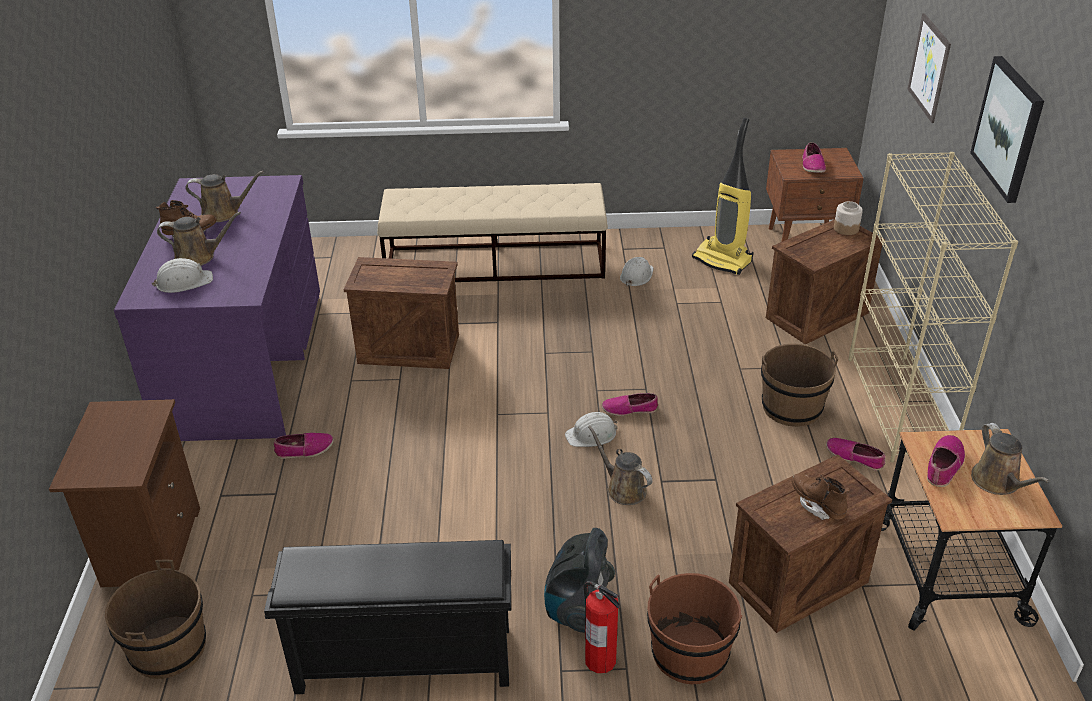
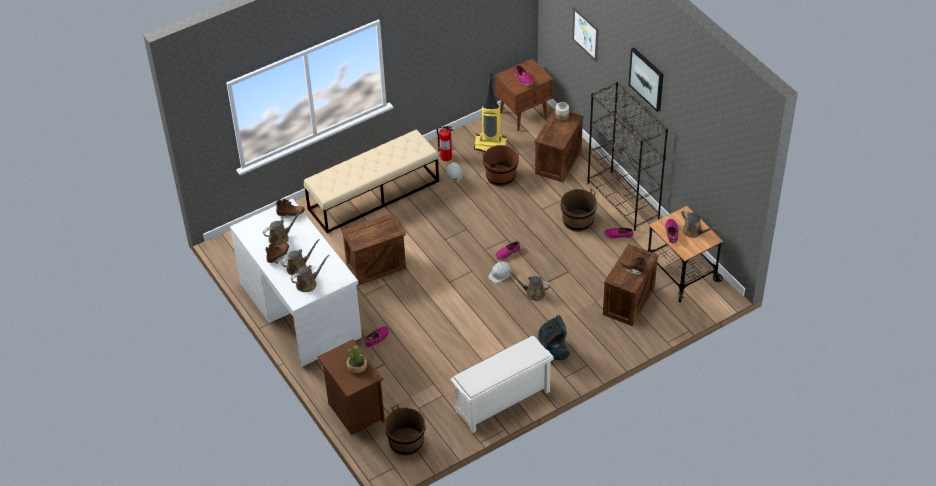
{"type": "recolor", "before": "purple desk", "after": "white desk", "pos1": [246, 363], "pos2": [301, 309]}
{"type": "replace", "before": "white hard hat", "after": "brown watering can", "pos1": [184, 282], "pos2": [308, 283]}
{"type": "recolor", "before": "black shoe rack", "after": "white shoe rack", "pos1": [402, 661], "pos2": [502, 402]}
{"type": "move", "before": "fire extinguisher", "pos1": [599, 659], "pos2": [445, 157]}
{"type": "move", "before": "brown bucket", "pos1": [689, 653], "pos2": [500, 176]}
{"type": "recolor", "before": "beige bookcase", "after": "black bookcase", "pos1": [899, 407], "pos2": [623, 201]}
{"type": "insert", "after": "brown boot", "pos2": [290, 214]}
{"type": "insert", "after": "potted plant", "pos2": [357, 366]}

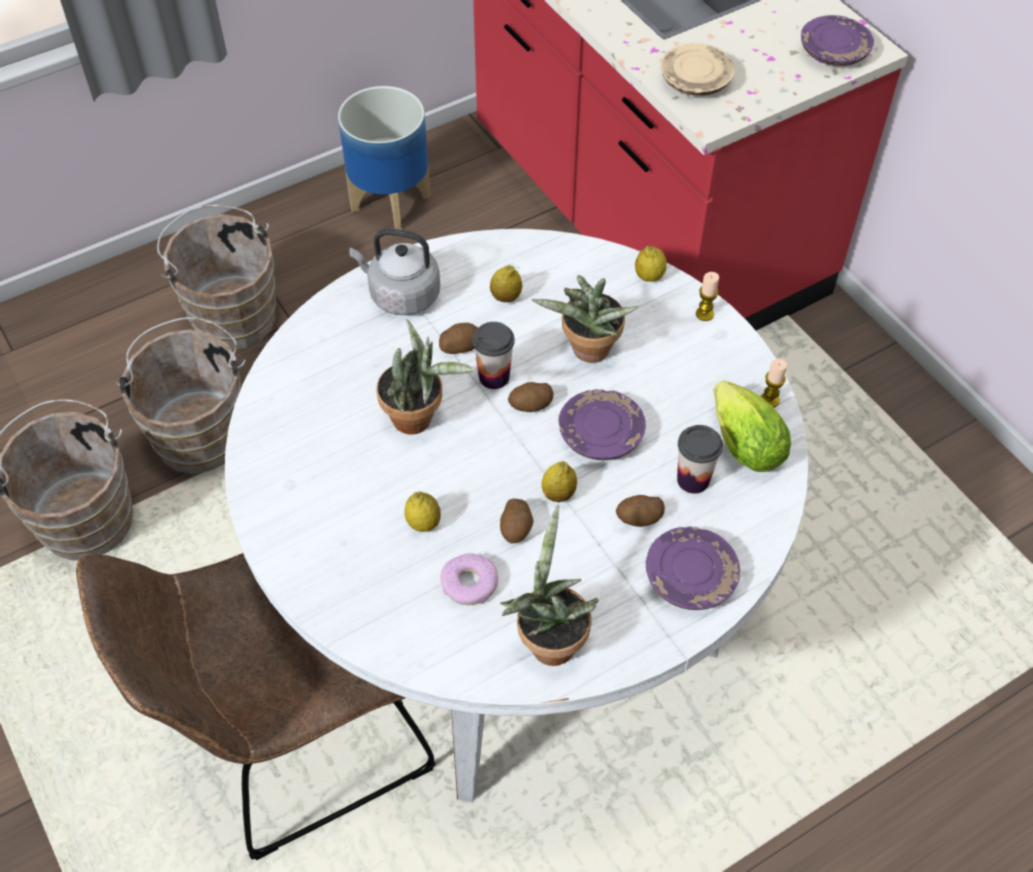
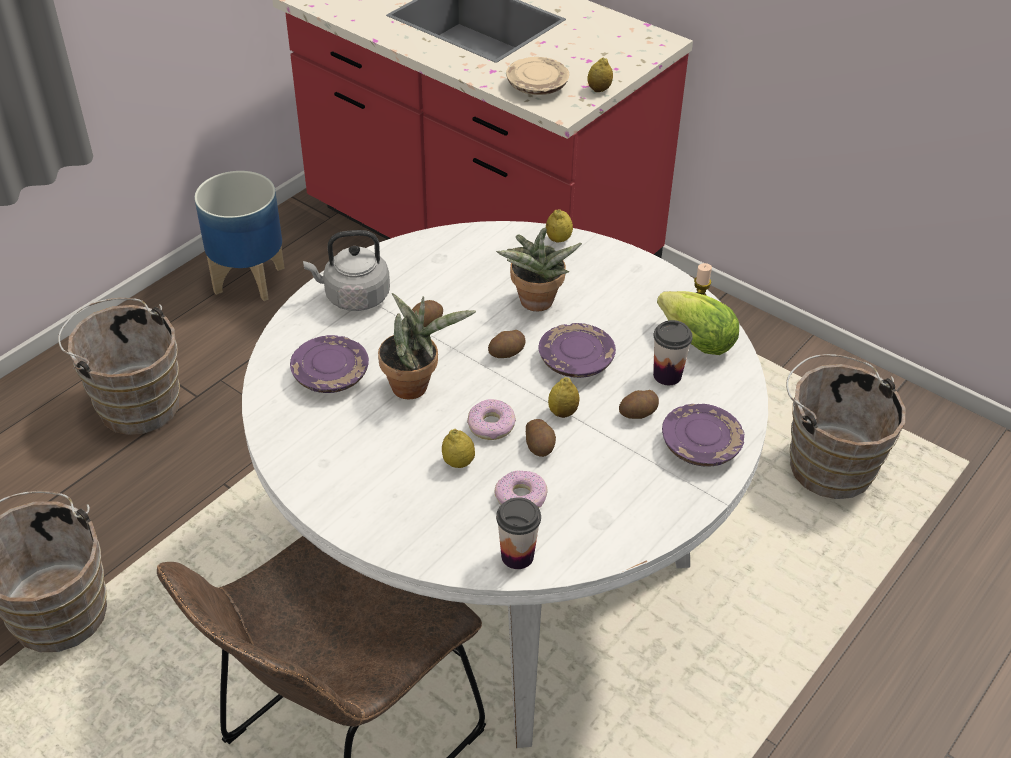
{"type": "move", "before": "brown bucket", "pos1": [201, 432], "pos2": [826, 464]}
{"type": "move", "before": "cup", "pos1": [494, 377], "pos2": [517, 556]}
{"type": "move", "before": "lemon", "pos1": [506, 297], "pos2": [599, 89]}
{"type": "delete", "before": "potted plant", "pos1": [549, 640]}
{"type": "delete", "before": "candle", "pos1": [704, 314]}
{"type": "move", "before": "purple plate", "pos1": [834, 52], "pos2": [331, 375]}
{"type": "insert", "after": "donut", "pos2": [491, 425]}

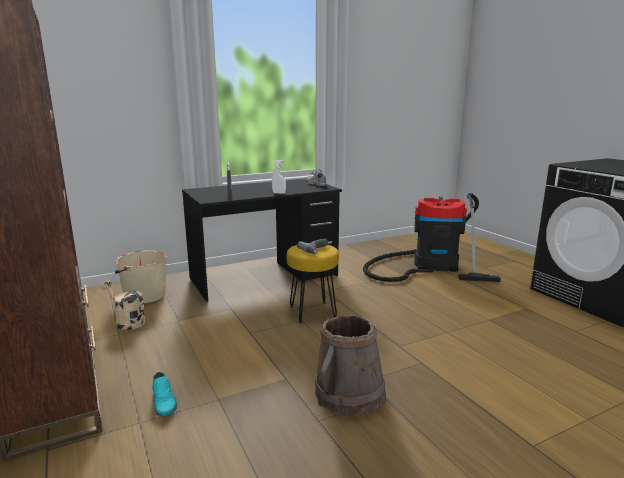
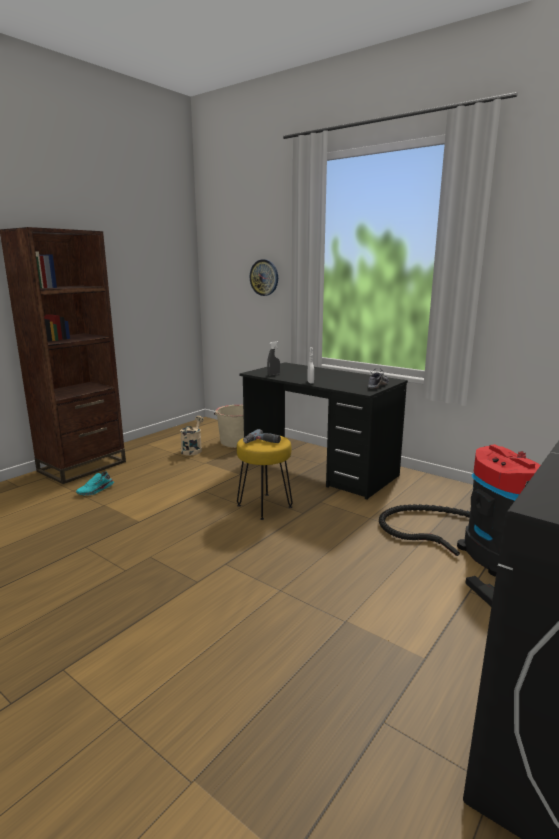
{"type": "delete", "before": "brown bucket", "pos1": [349, 395]}
{"type": "insert", "after": "wall clock", "pos2": [264, 277]}

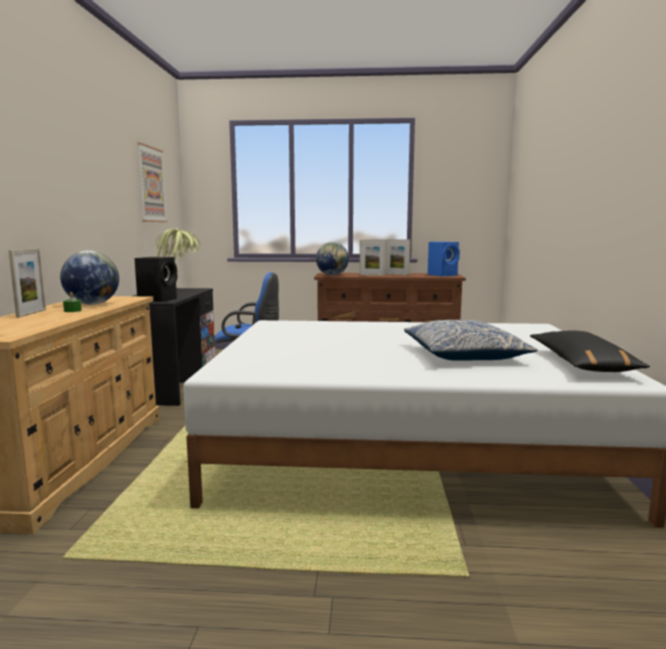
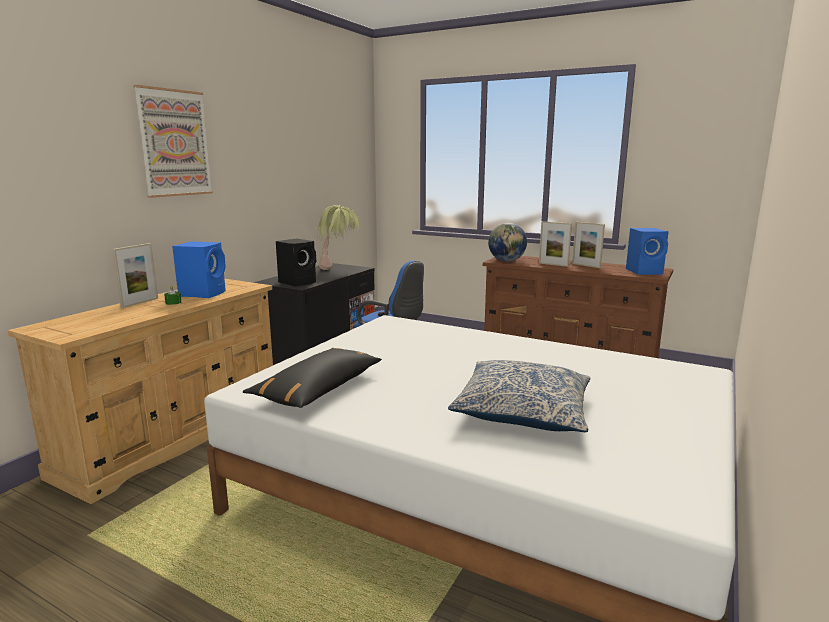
{"type": "replace", "before": "globe", "after": "blue speaker", "pos1": [92, 304], "pos2": [204, 293]}
{"type": "move", "before": "picture", "pos1": [151, 185], "pos2": [174, 143]}
{"type": "move", "before": "black pillow", "pos1": [581, 364], "pos2": [319, 389]}

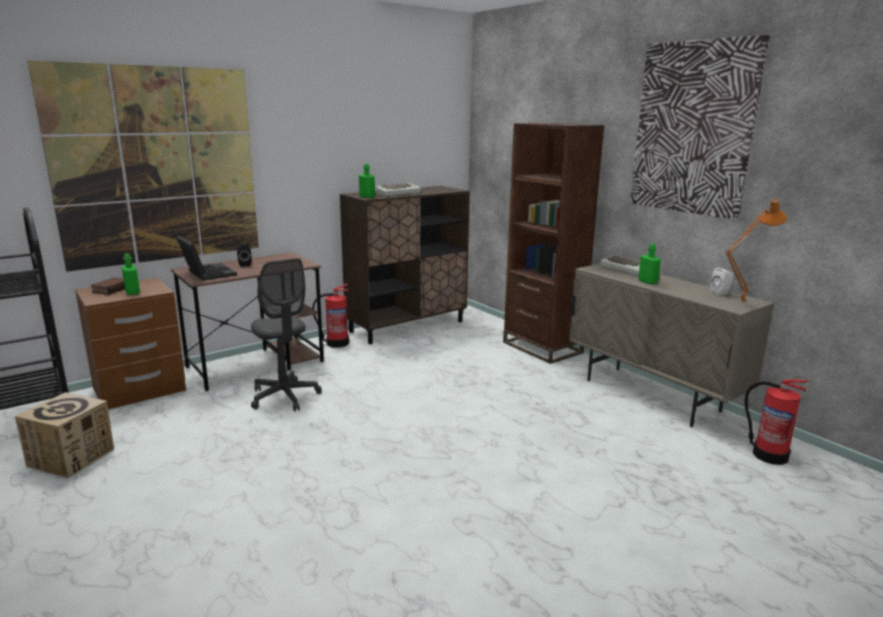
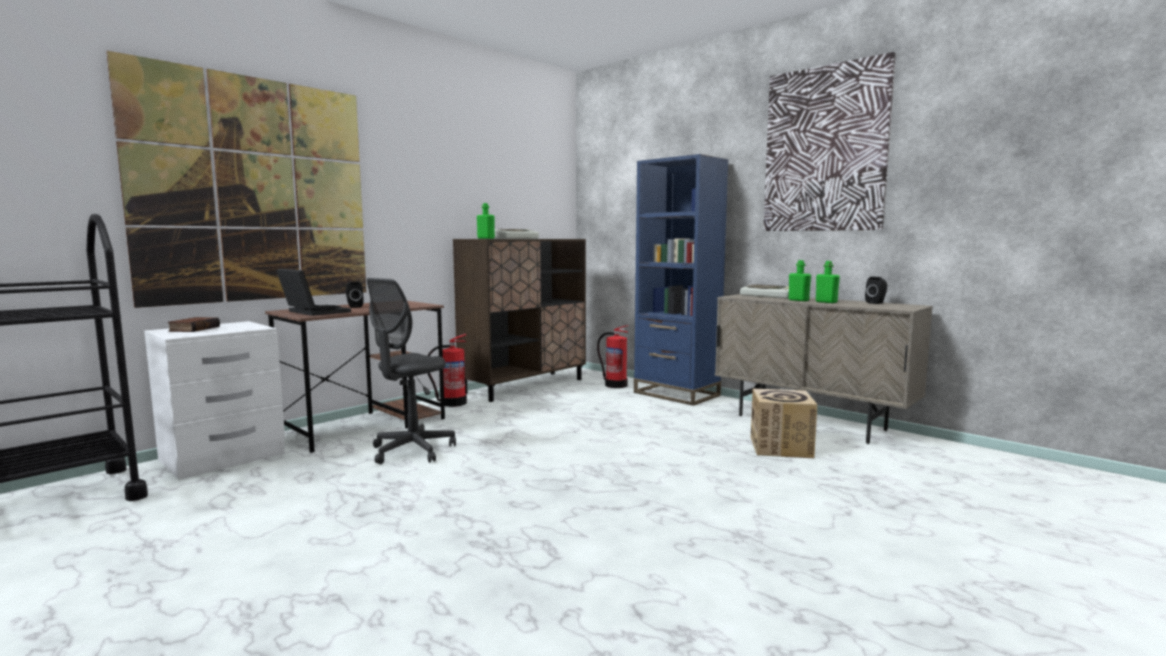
{"type": "move", "before": "cardboard box", "pos1": [72, 457], "pos2": [780, 447]}
{"type": "recolor", "before": "brown nightstand", "after": "white nightstand", "pos1": [140, 390], "pos2": [223, 457]}
{"type": "move", "before": "green bottle", "pos1": [132, 292], "pos2": [826, 302]}
{"type": "rotate", "before": "grey office chair", "pos1": [284, 397], "pos2": [412, 451], "turn": 75}
{"type": "recolor", "before": "brown bookcase", "after": "blue bookcase", "pos1": [542, 347], "pos2": [676, 394]}
{"type": "recolor", "before": "white speaker", "after": "black speaker", "pos1": [721, 293], "pos2": [876, 303]}
{"type": "delete", "before": "orange table lamp", "pos1": [740, 303]}
{"type": "move", "before": "fire extinguisher", "pos1": [769, 455], "pos2": [615, 385]}

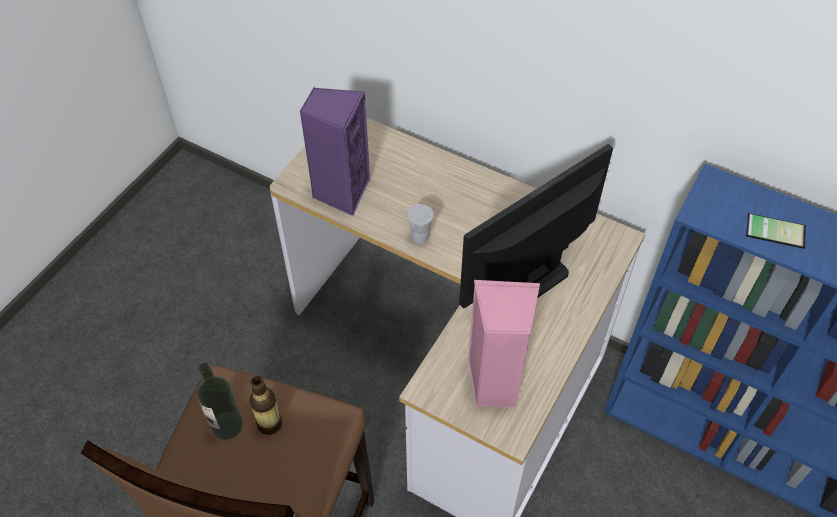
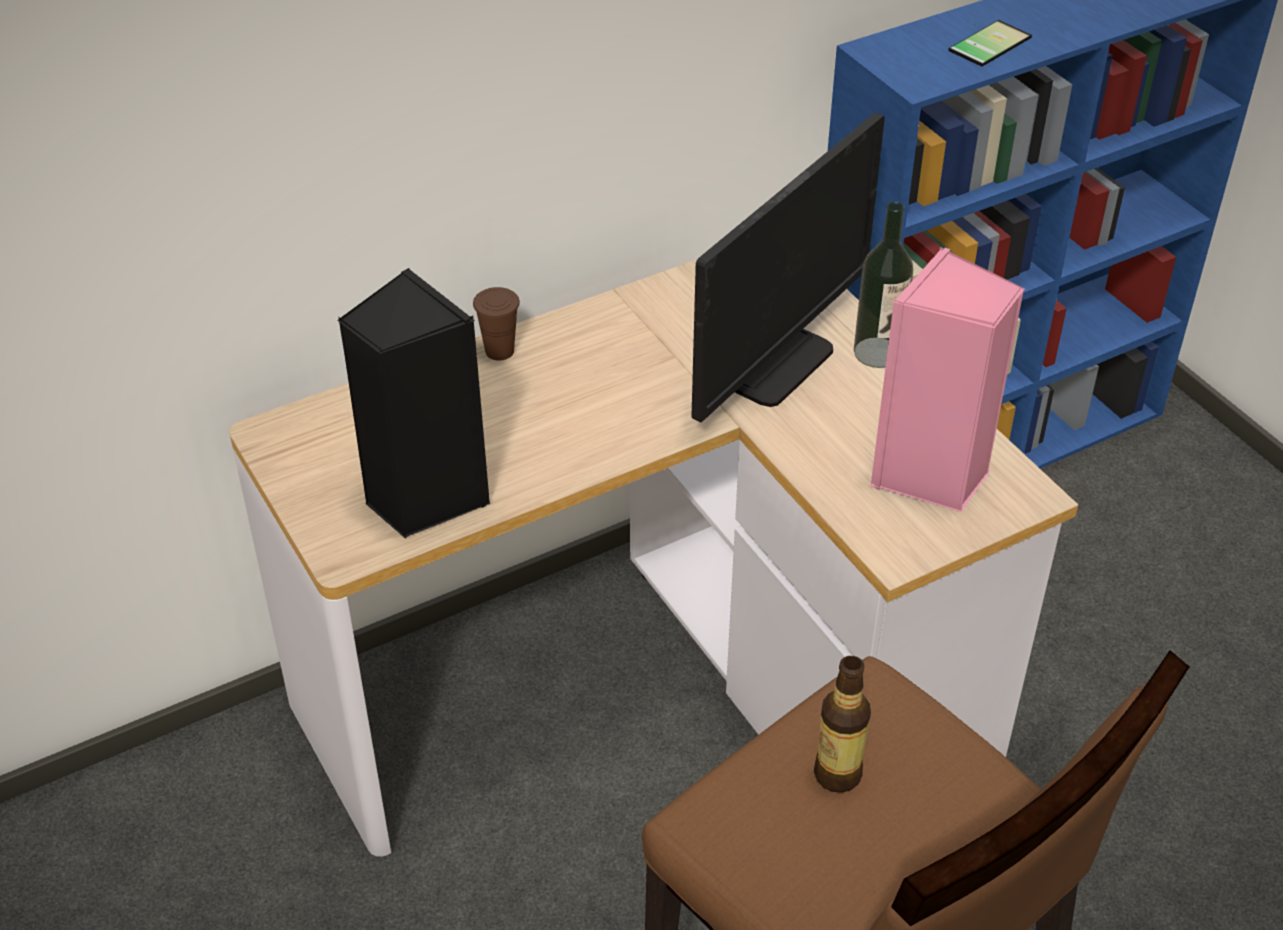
{"type": "move", "before": "bottle", "pos1": [227, 425], "pos2": [877, 352]}
{"type": "recolor", "before": "purple speaker", "after": "black speaker", "pos1": [341, 191], "pos2": [423, 498]}
{"type": "delete", "before": "white cup", "pos1": [420, 237]}
{"type": "rotate", "before": "monitor", "pos1": [531, 277], "pos2": [773, 363], "turn": -135}
{"type": "insert", "after": "brown cup", "pos2": [499, 351]}

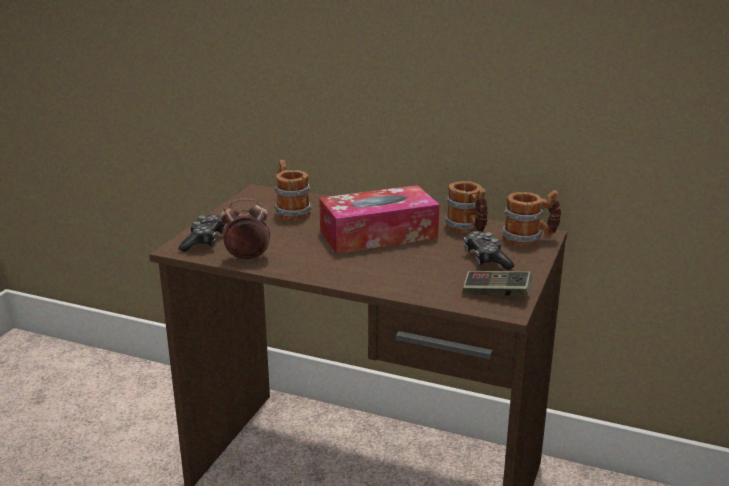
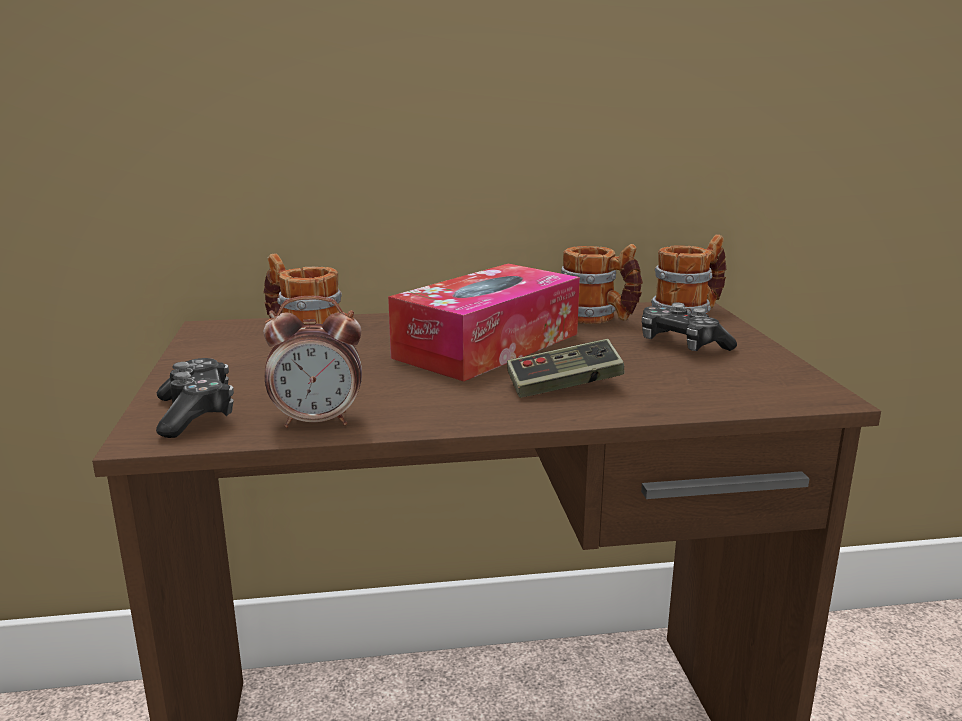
{"type": "rotate", "before": "alarm clock", "pos1": [247, 258], "pos2": [318, 421], "turn": -150}
{"type": "move", "before": "game controller", "pos1": [496, 293], "pos2": [564, 386]}

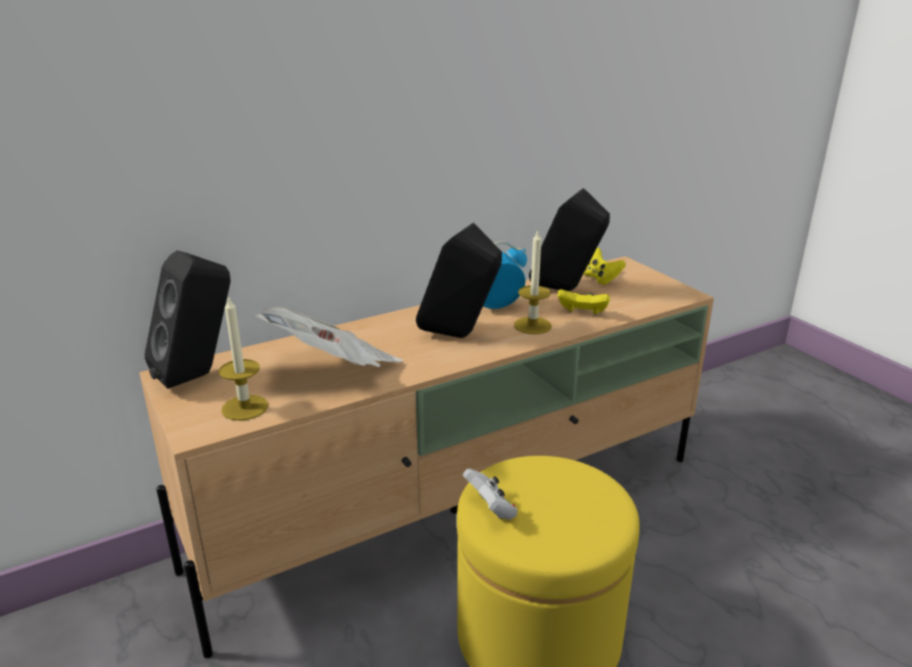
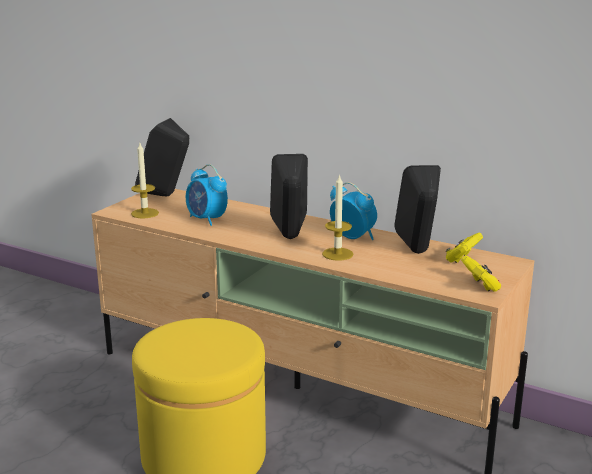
{"type": "replace", "before": "newspaper", "after": "alarm clock", "pos1": [334, 369], "pos2": [207, 220]}
{"type": "delete", "before": "white game controller", "pos1": [491, 509]}
{"type": "move", "before": "yellow game controller", "pos1": [582, 313], "pos2": [481, 286]}

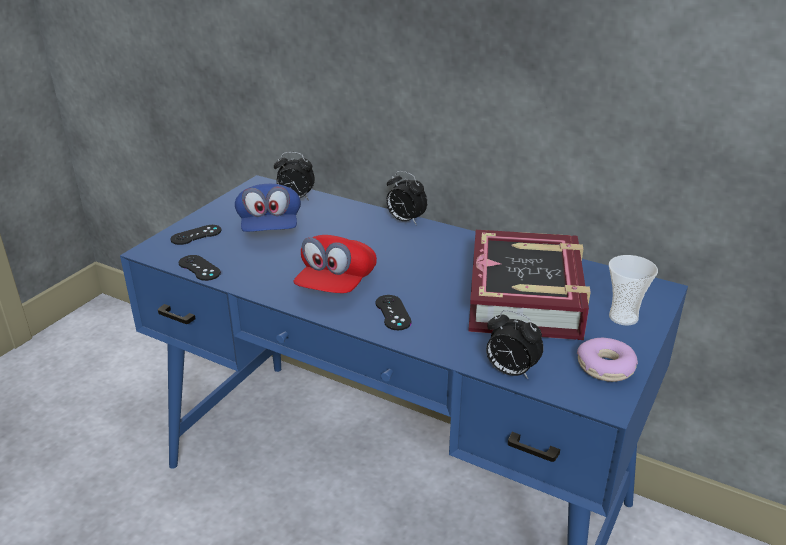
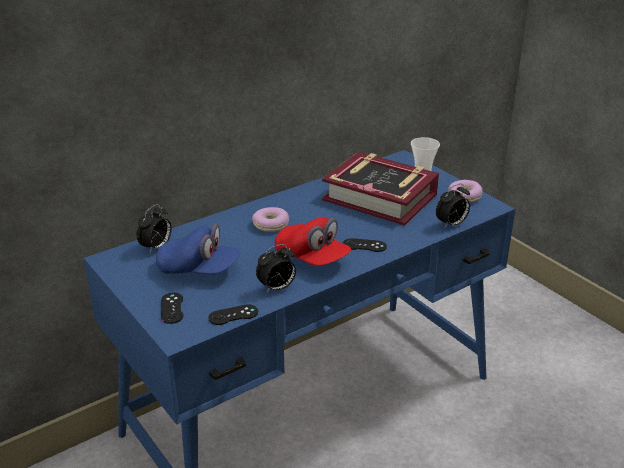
{"type": "move", "before": "alarm clock", "pos1": [405, 220], "pos2": [277, 288]}
{"type": "insert", "after": "donut", "pos2": [271, 225]}

